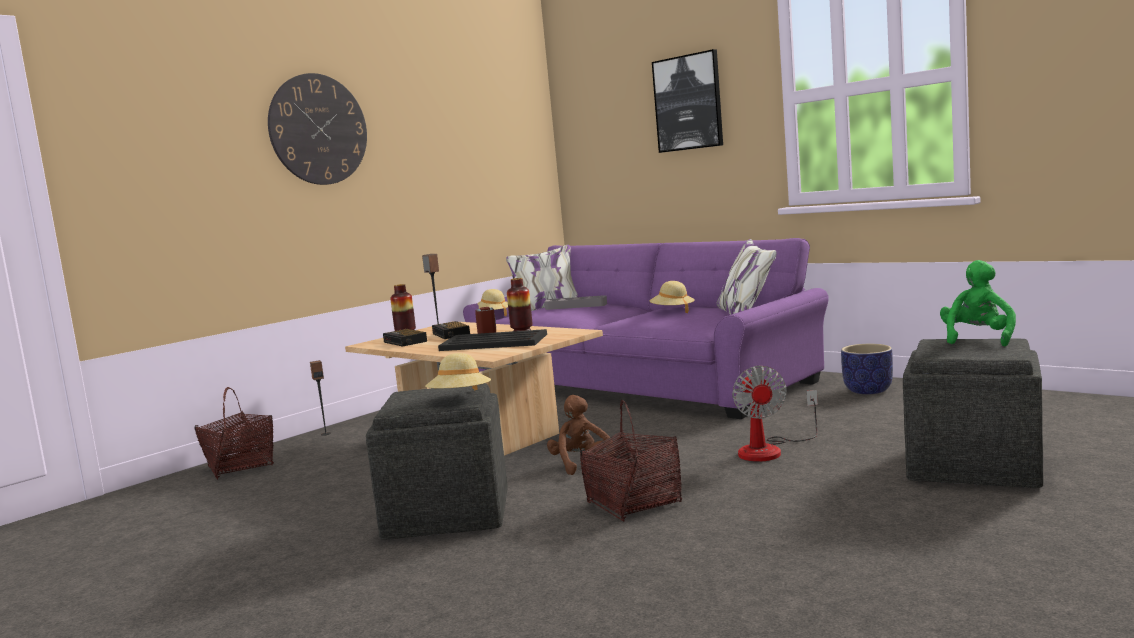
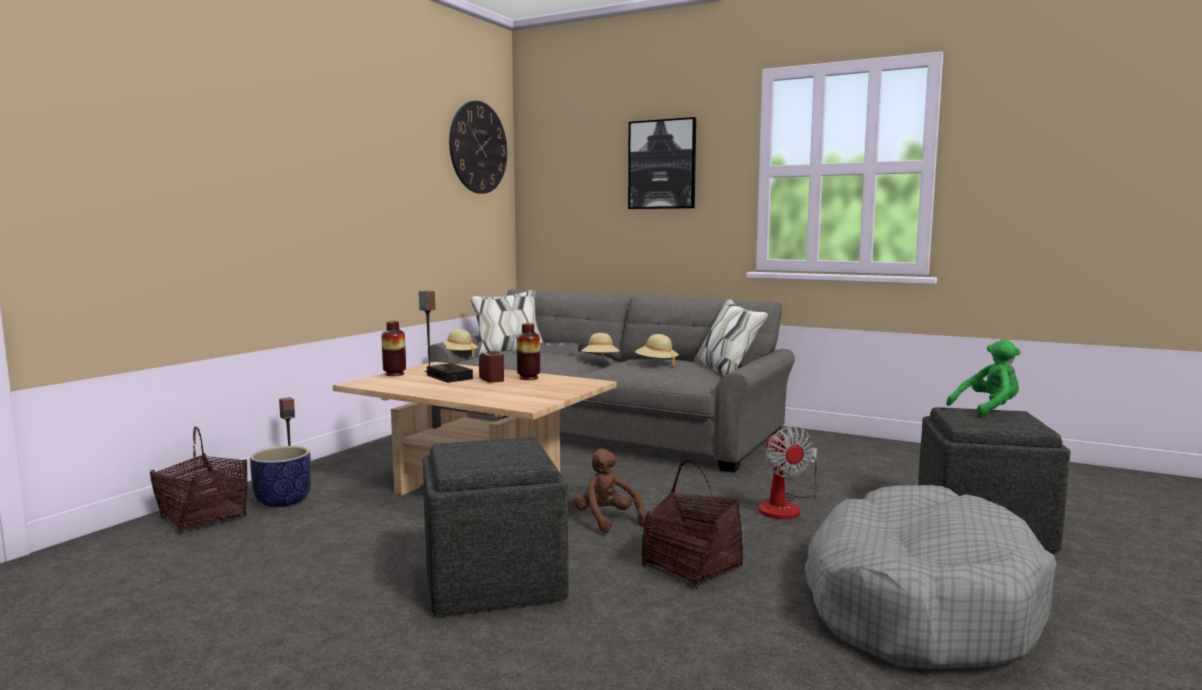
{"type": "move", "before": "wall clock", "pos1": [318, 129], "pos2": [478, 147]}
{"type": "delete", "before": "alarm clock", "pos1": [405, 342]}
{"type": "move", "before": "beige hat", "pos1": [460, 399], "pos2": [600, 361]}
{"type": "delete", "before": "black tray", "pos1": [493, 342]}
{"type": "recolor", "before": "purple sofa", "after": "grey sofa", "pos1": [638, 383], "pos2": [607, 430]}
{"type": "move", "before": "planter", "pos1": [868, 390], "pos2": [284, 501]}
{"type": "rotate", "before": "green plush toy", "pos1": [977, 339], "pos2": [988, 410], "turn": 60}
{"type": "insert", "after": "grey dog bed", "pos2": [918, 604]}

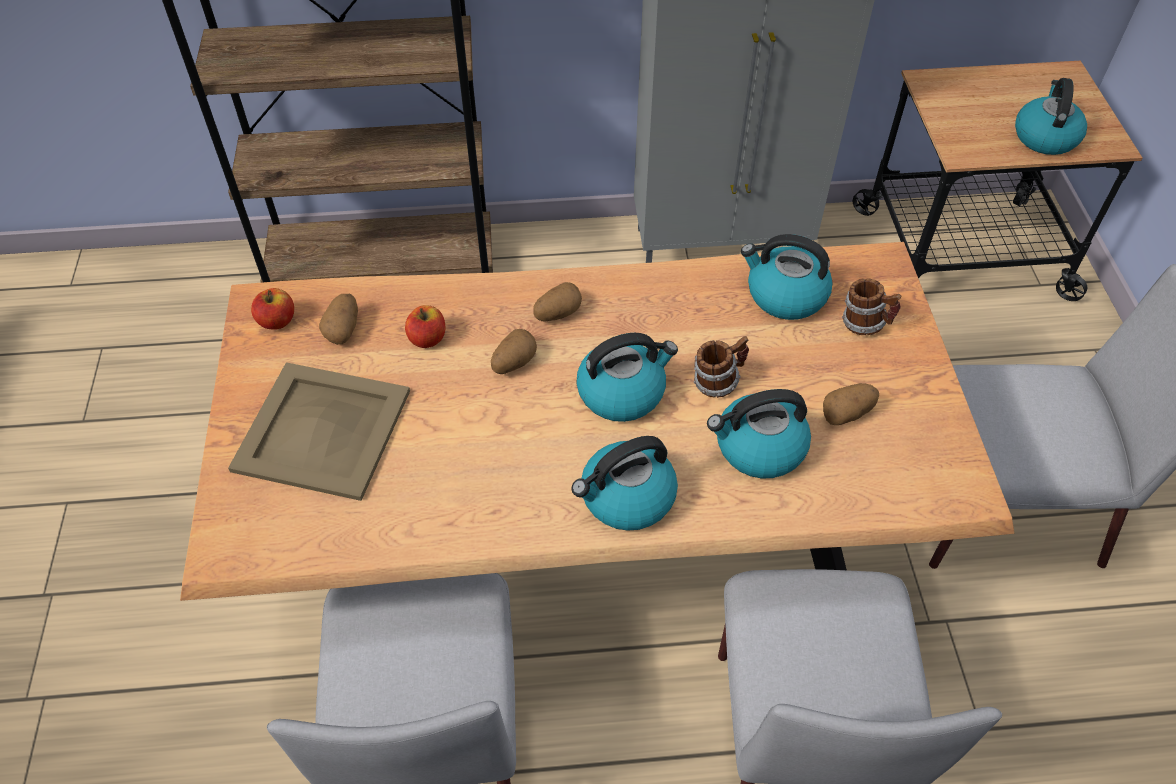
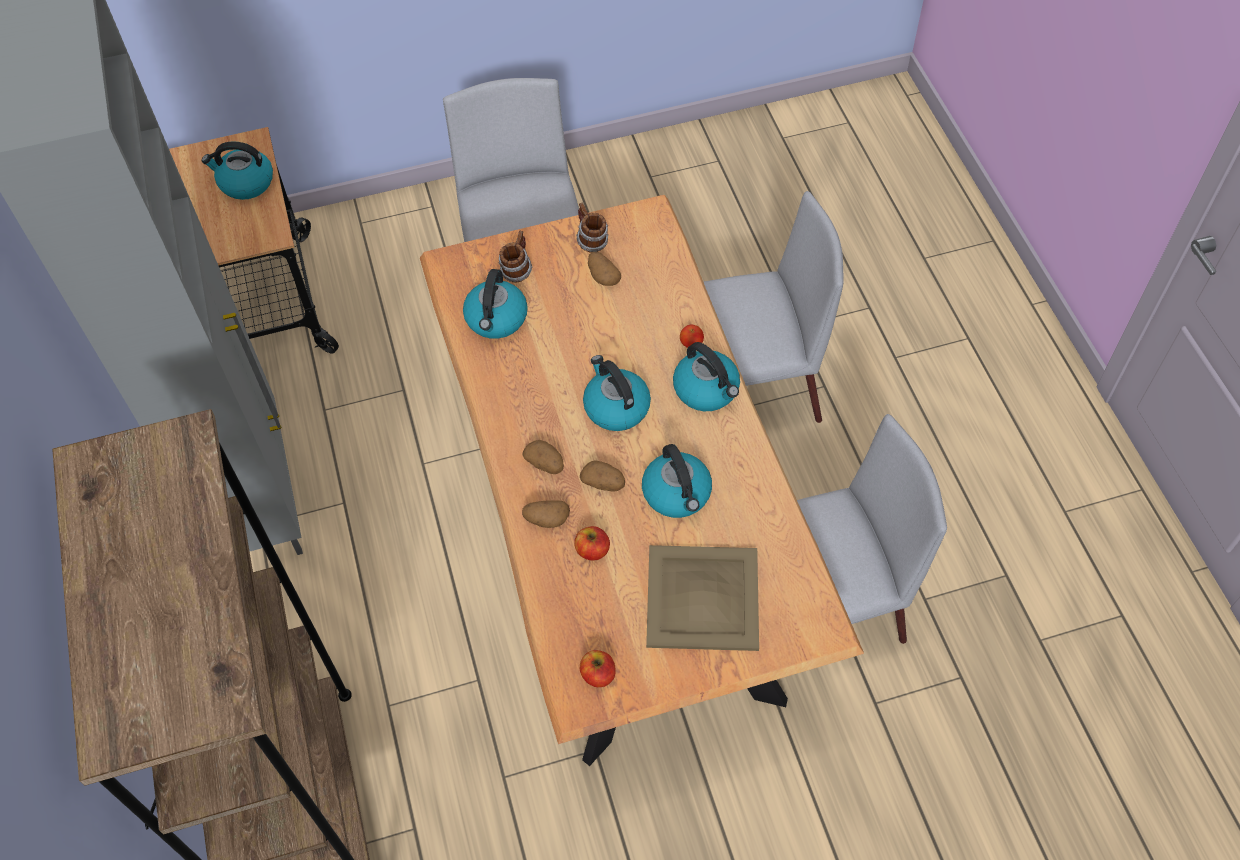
{"type": "move", "before": "potato", "pos1": [343, 329], "pos2": [546, 519]}
{"type": "move", "before": "mug", "pos1": [717, 382], "pos2": [591, 241]}
{"type": "move", "before": "kettle", "pos1": [758, 448], "pos2": [677, 494]}
{"type": "insert", "after": "apple", "pos2": [691, 343]}

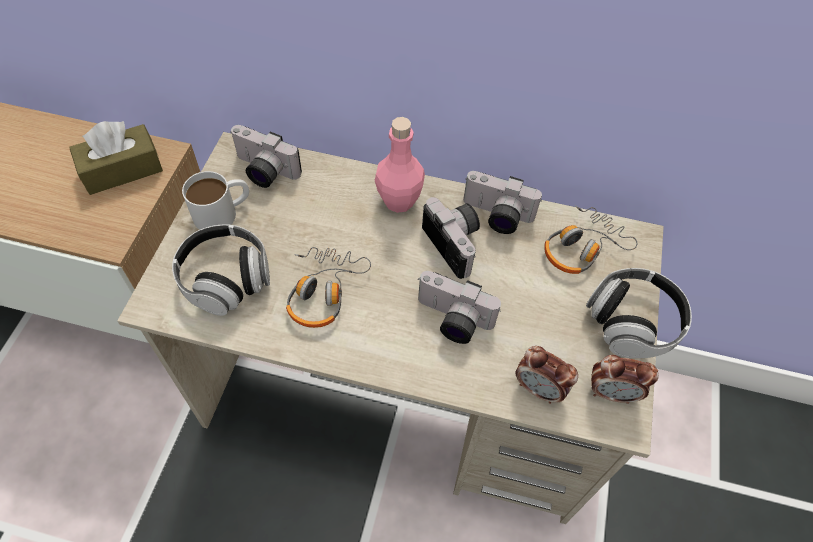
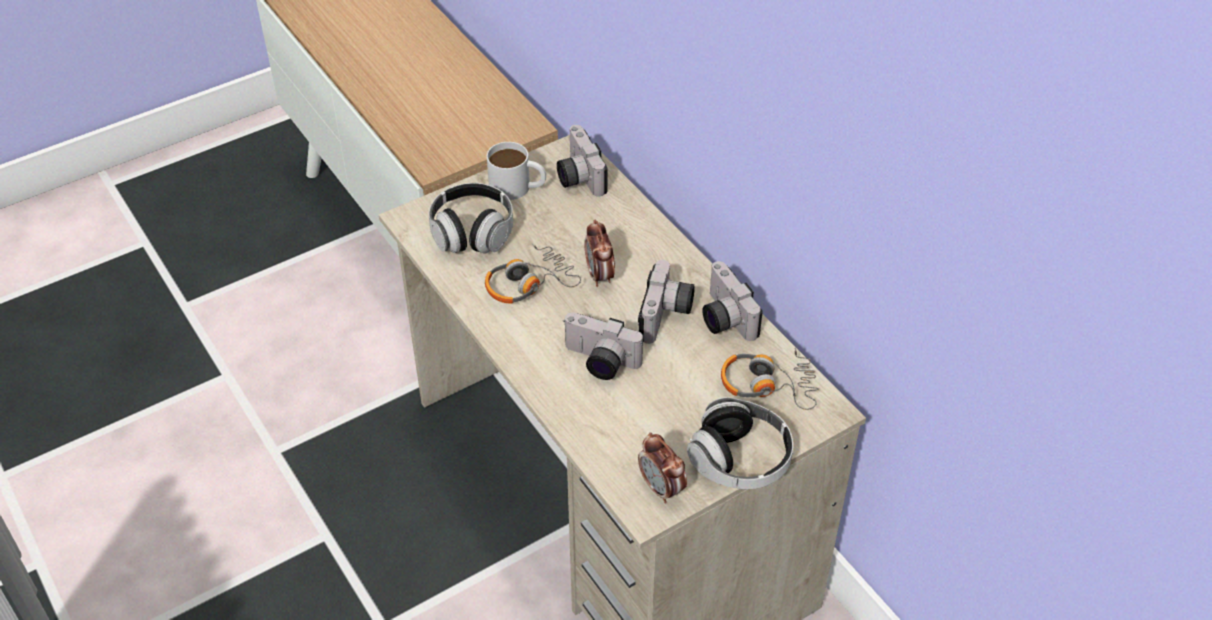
{"type": "delete", "before": "brown tissue box", "pos1": [122, 170]}
{"type": "delete", "before": "pink bottle", "pos1": [399, 201]}
{"type": "rotate", "before": "photo camera", "pos1": [451, 320], "pos2": [599, 362], "turn": -45}
{"type": "move", "before": "alarm clock", "pos1": [539, 389], "pos2": [600, 275]}

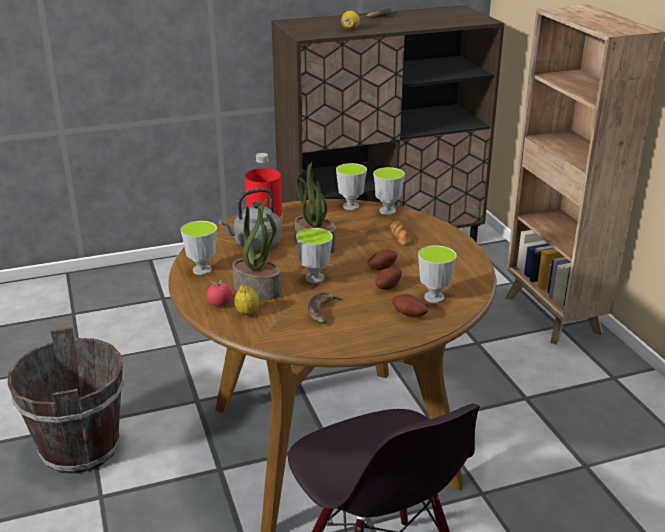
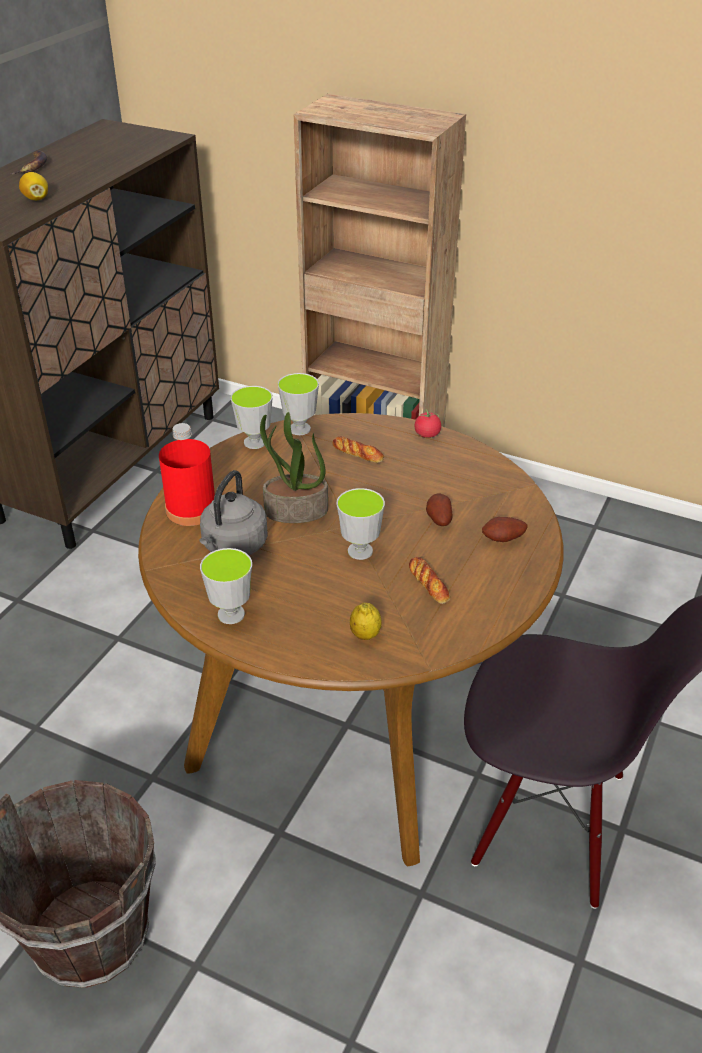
{"type": "move", "before": "tomato", "pos1": [220, 303], "pos2": [427, 434]}
{"type": "delete", "before": "potted plant", "pos1": [258, 289]}
{"type": "replace", "before": "banana", "after": "bread", "pos1": [323, 311], "pos2": [428, 584]}
{"type": "delete", "before": "potato", "pos1": [381, 267]}
{"type": "delete", "before": "cup", "pos1": [434, 297]}

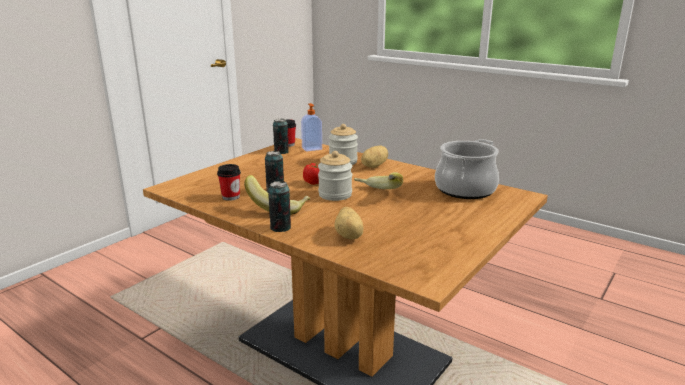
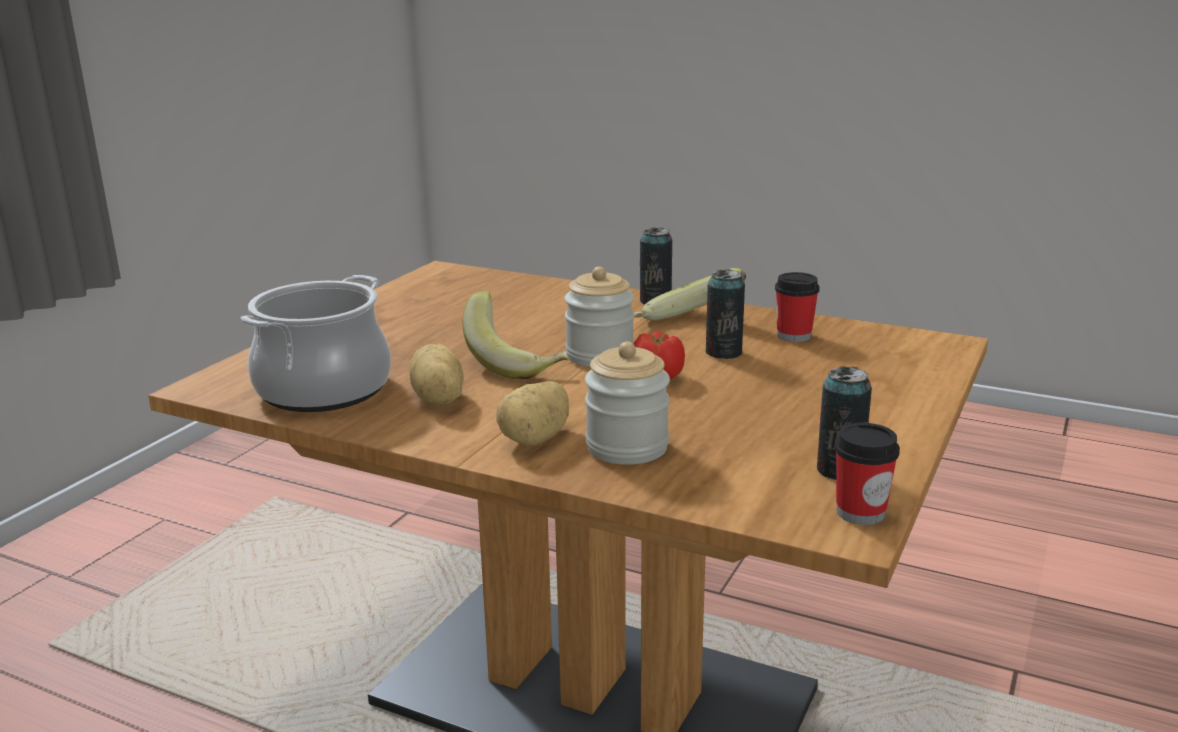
{"type": "delete", "before": "soap dispenser", "pos1": [311, 148]}
{"type": "move", "before": "potato", "pos1": [349, 235], "pos2": [436, 400]}

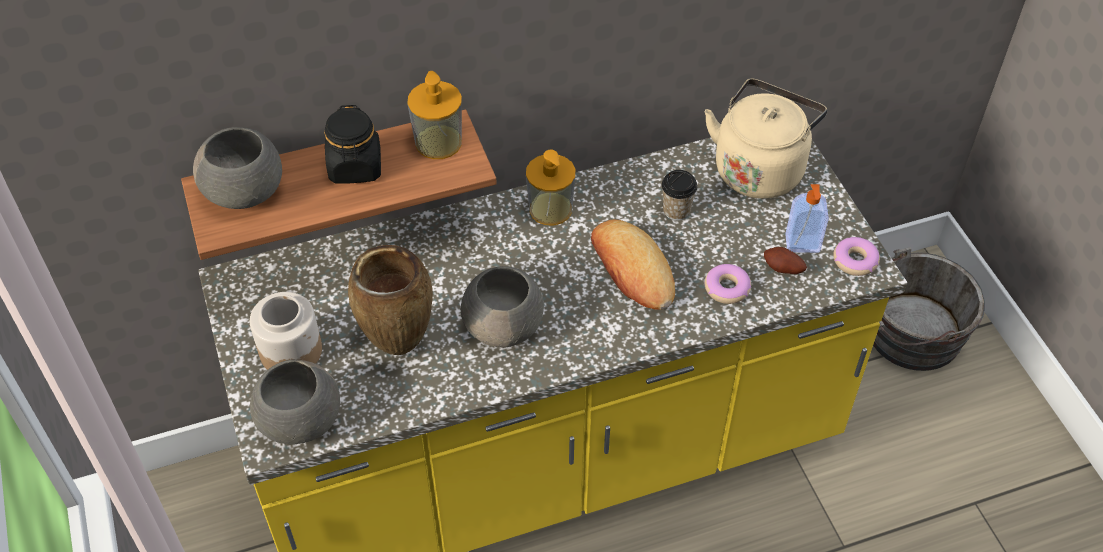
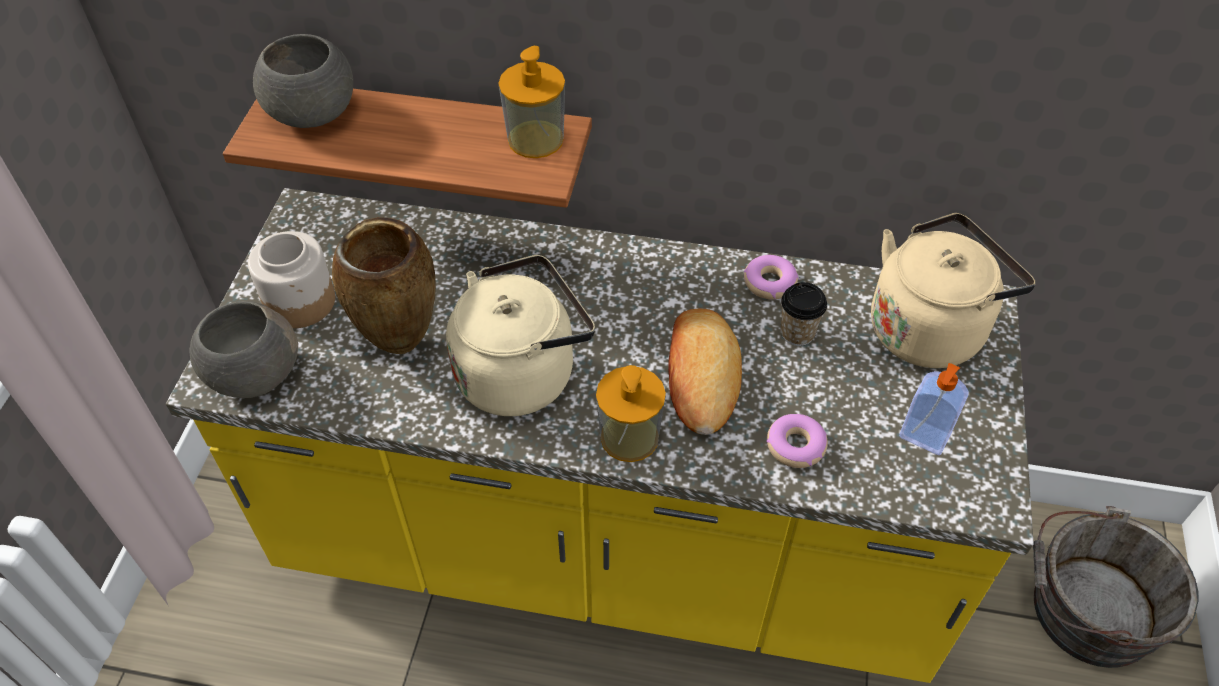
{"type": "delete", "before": "black jar", "pos1": [355, 167]}
{"type": "replace", "before": "grey bowl", "after": "beige kettle", "pos1": [504, 325], "pos2": [521, 372]}
{"type": "move", "before": "soap dispenser", "pos1": [550, 209], "pos2": [629, 437]}
{"type": "delete", "before": "potato", "pos1": [782, 269]}
{"type": "move", "before": "donut", "pos1": [855, 261], "pos2": [769, 283]}

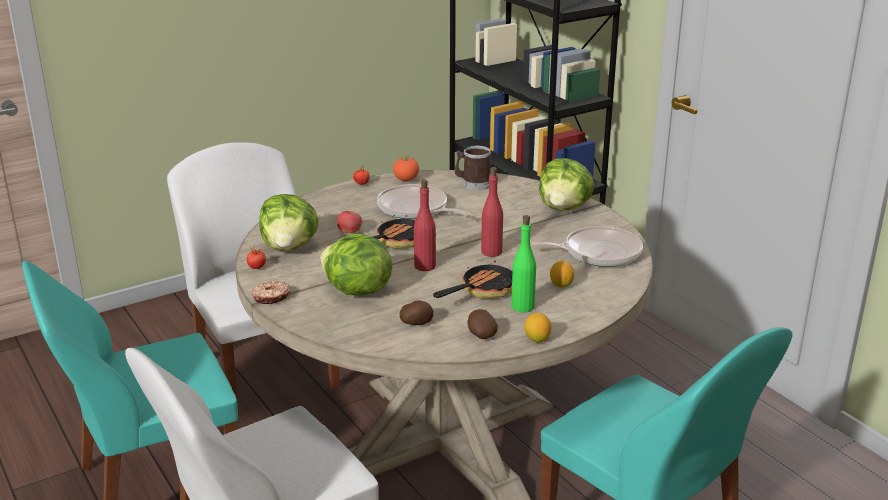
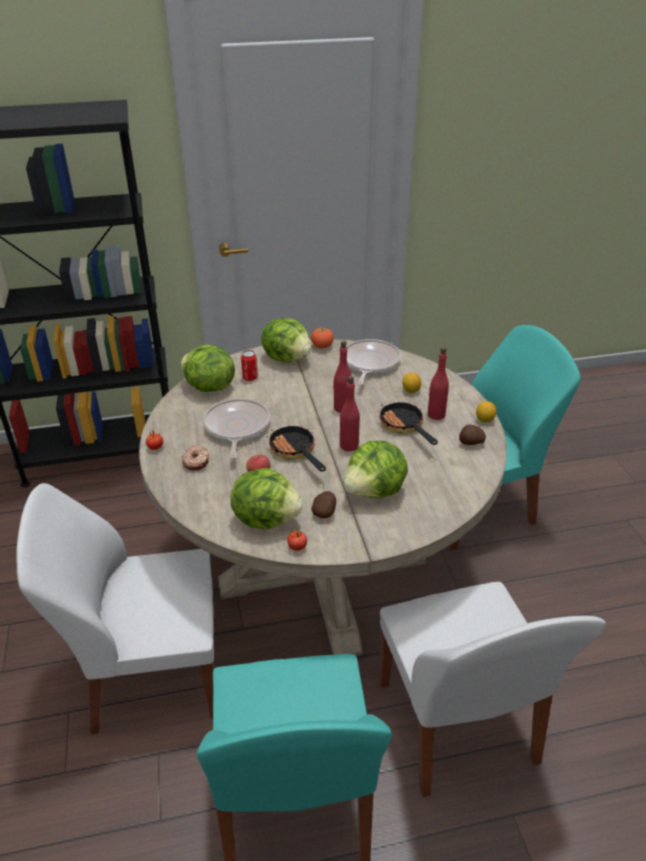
{"type": "move", "before": "donut", "pos1": [271, 298], "pos2": [196, 461]}
{"type": "rotate", "before": "frying pan", "pos1": [415, 209], "pos2": [236, 428], "turn": 120}
{"type": "move", "before": "tomato", "pos1": [406, 180], "pos2": [322, 347]}
{"type": "move", "before": "potato", "pos1": [416, 323], "pos2": [325, 512]}
{"type": "replace", "before": "mug", "after": "lettuce", "pos1": [473, 184], "pos2": [209, 387]}
{"type": "recolor", "before": "green bottle", "after": "red bottle", "pos1": [522, 306], "pos2": [436, 414]}
{"type": "insert", "after": "can", "pos2": [250, 378]}

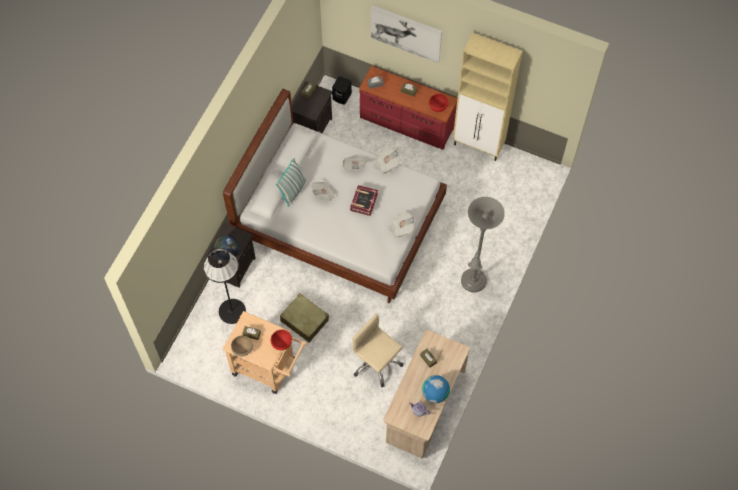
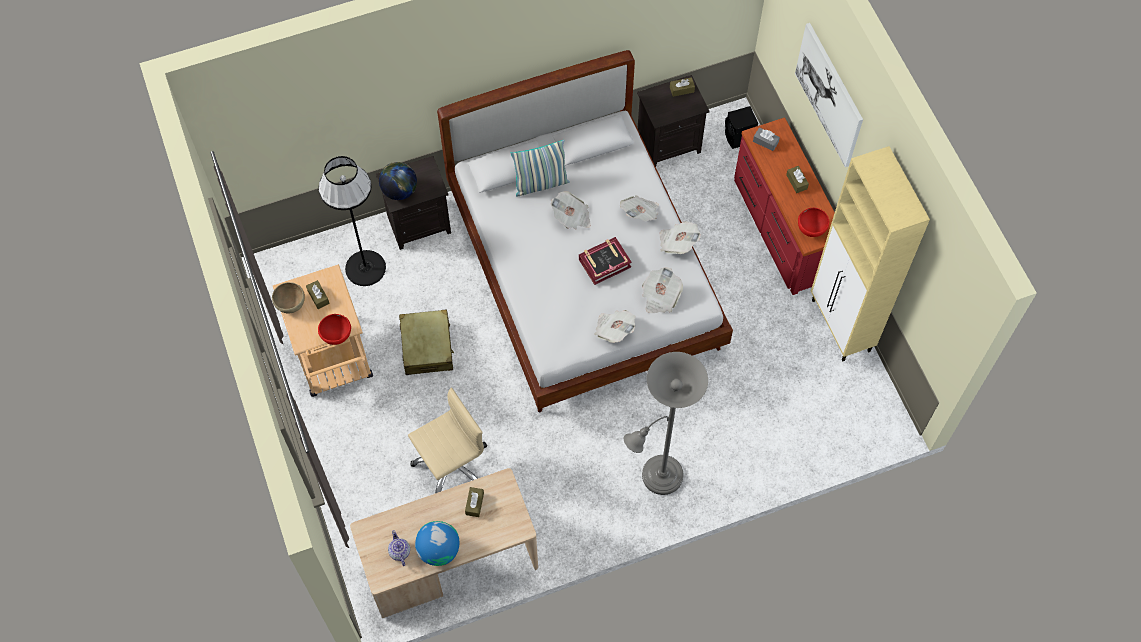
{"type": "rotate", "before": "beige office chair", "pos1": [376, 363], "pos2": [451, 465], "turn": 60}
{"type": "insert", "after": "newspaper", "pos2": [660, 297]}

